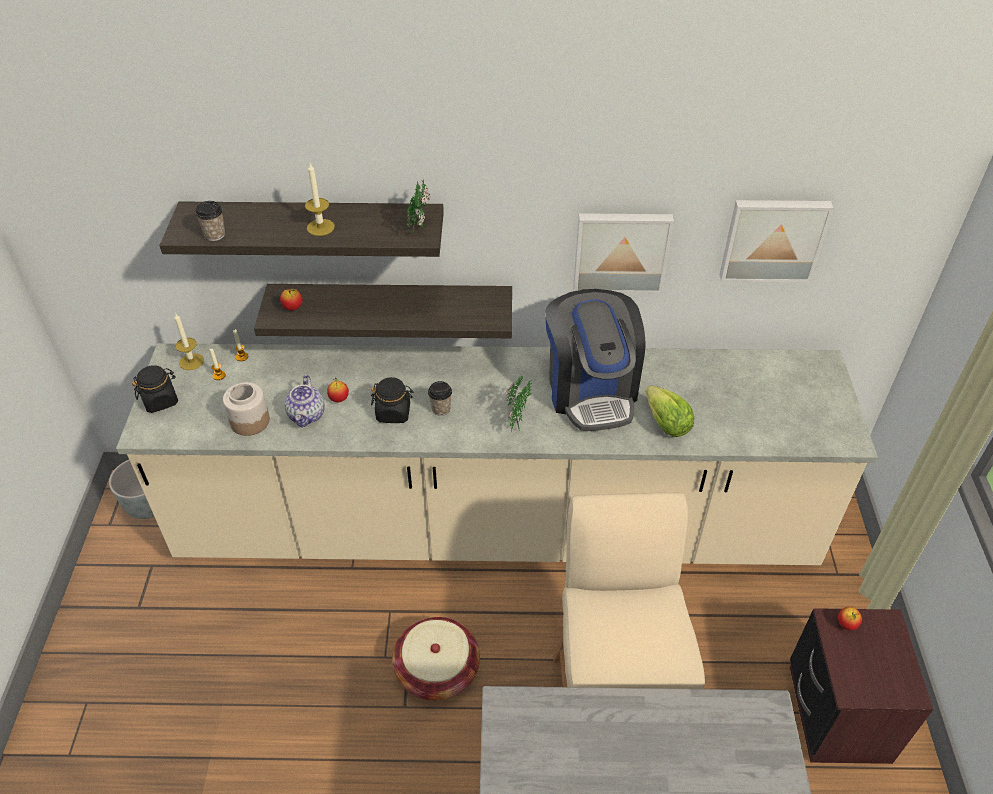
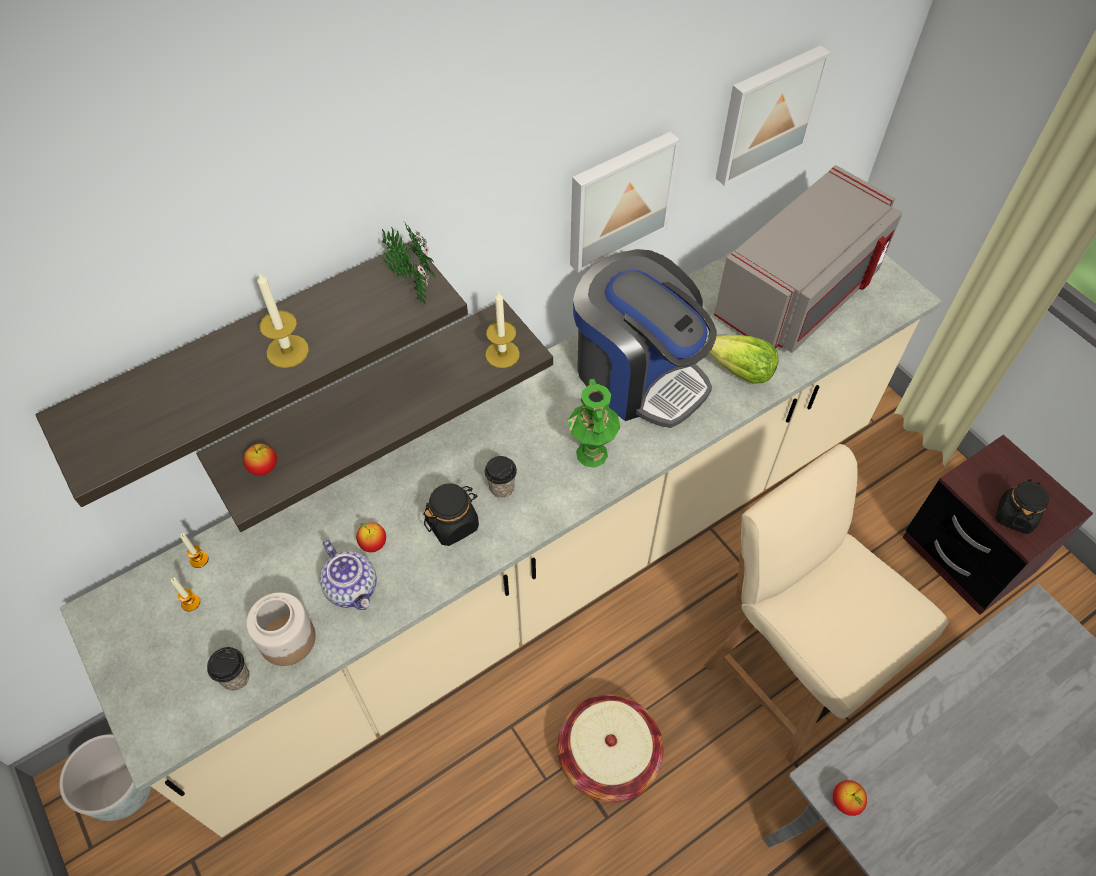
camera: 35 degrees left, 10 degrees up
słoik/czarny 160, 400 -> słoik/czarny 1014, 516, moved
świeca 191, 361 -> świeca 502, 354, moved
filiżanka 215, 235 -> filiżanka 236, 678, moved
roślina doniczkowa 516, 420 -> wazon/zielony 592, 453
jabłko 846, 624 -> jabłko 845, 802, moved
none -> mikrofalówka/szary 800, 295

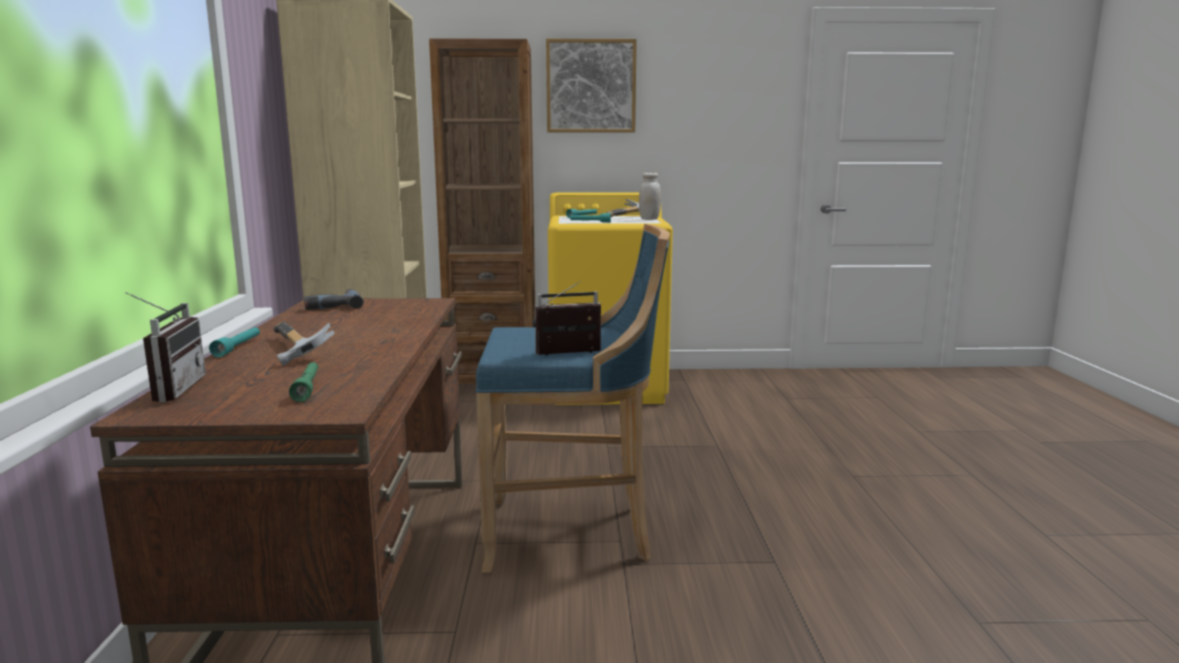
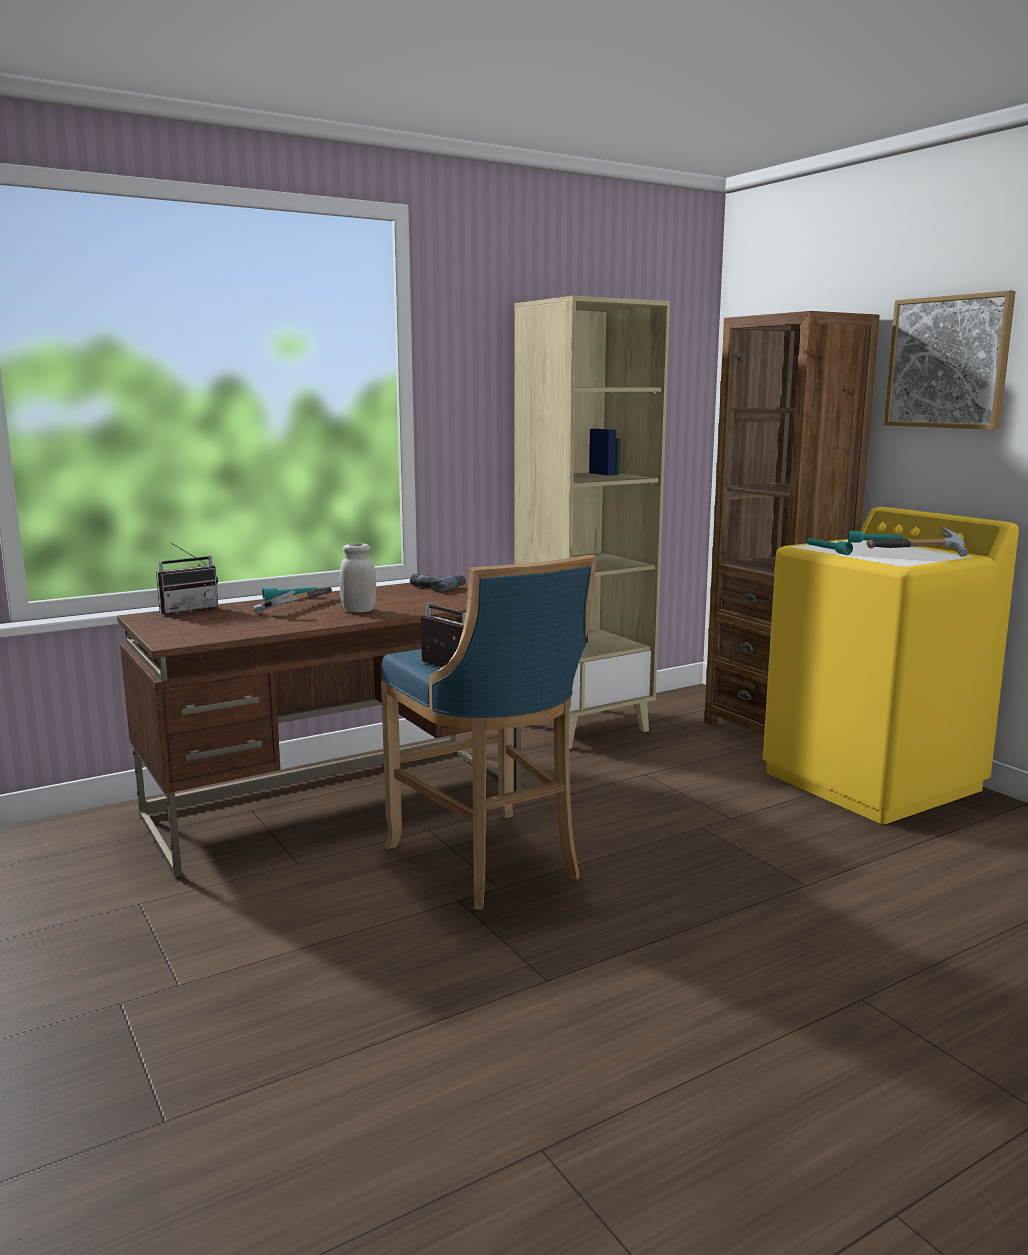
camera: 60 degrees right, 0 degrees up
latarka/zielony 307, 388 -> none
słoik/biały 649, 219 -> słoik/biały 358, 611, moved

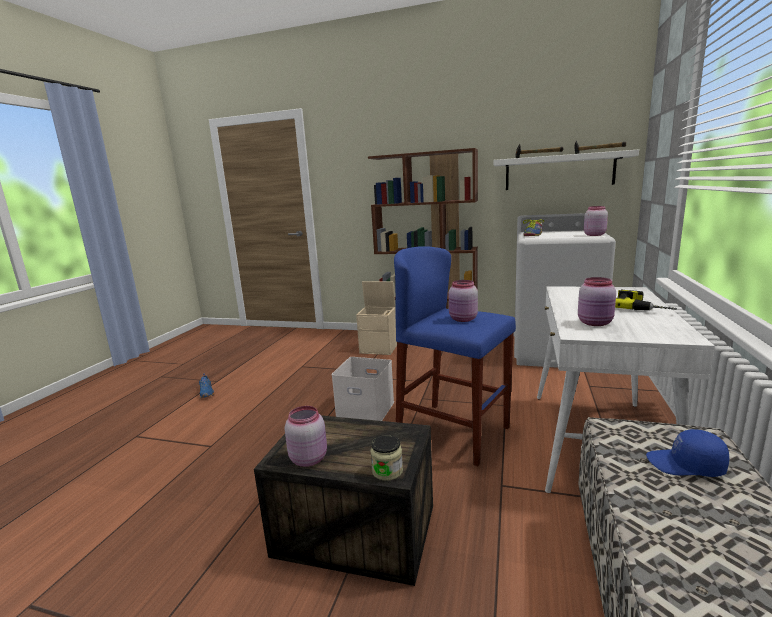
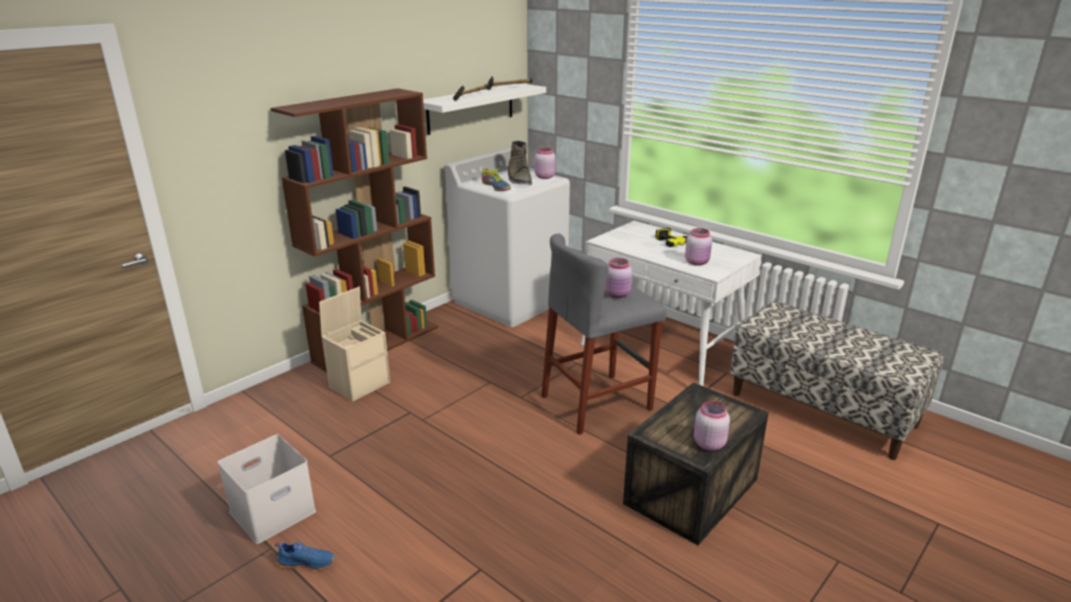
camera: 65 degrees left, 10 degrees up
pojemnik do przechowywania/biały 367, 409 -> pojemnik do przechowywania/biały 273, 510, moved
słoik 387, 471 -> none
stołek/niebieski 453, 432 -> stołek/szary 596, 403
czapka z daszkiem/niebieski 685, 465 -> none
none -> but z cholewką/zielony 519, 180

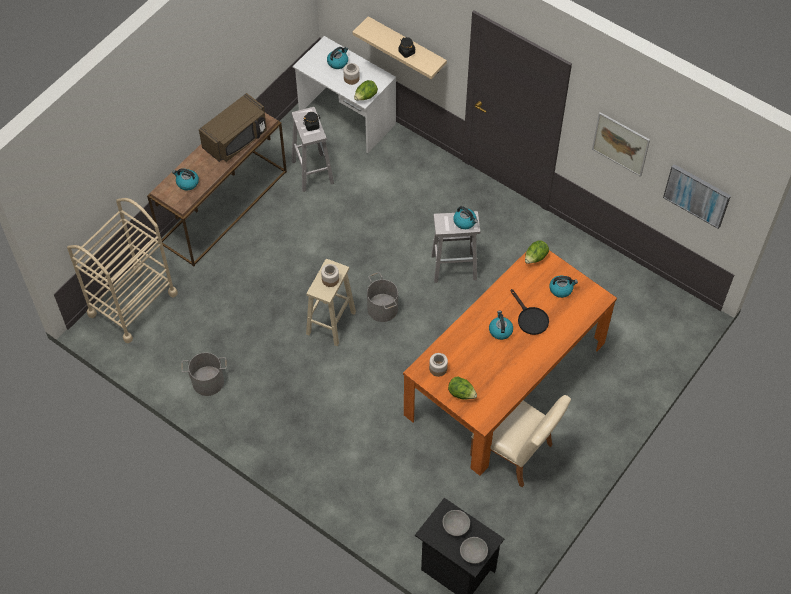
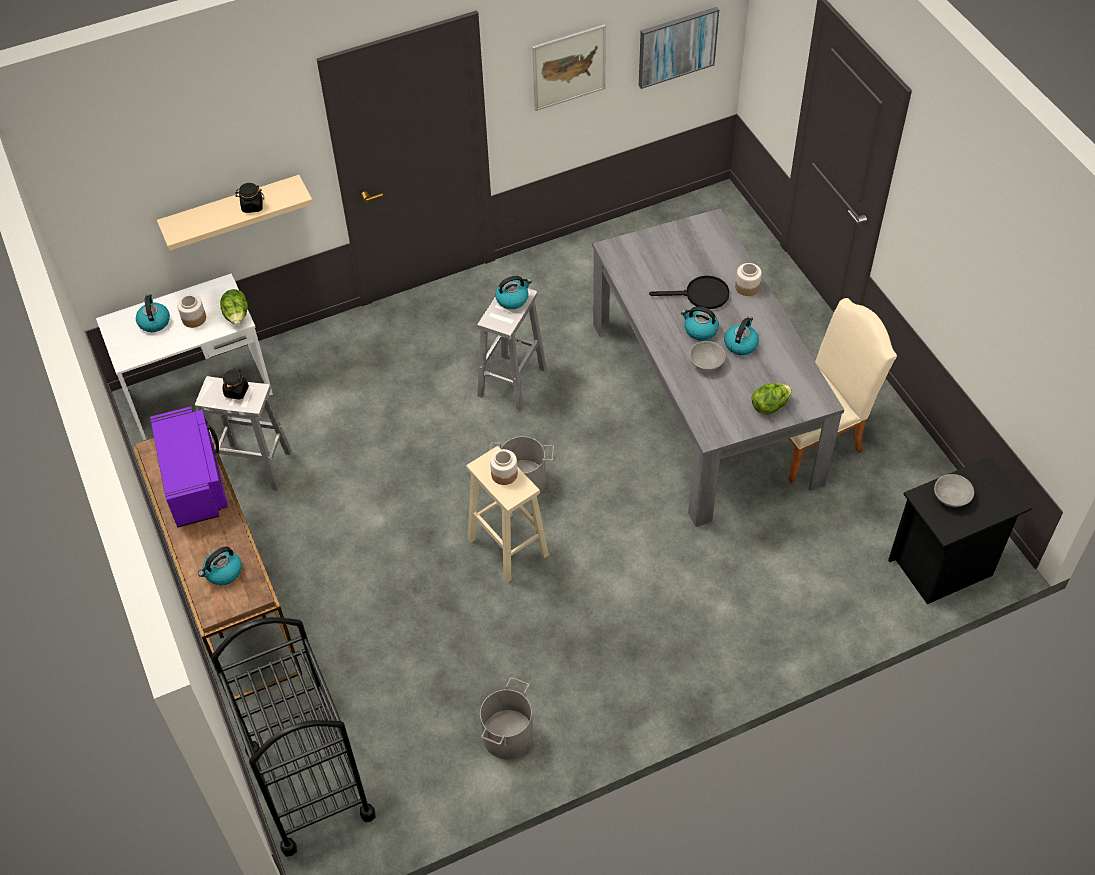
camera: 60 degrees left, 5 degrees down
wózek/beżowy 132, 304 -> wózek/czarny 309, 783
mikrofalówka/brązowy 236, 139 -> mikrofalówka/fioletowy 195, 481
stół jadalny/pomarańczowy 505, 378 -> stół jadalny/szary 704, 401
słoik 438, 368 -> słoik 747, 287, moved
miska/szary 473, 553 -> miska/szary 706, 362, moved
sałata 535, 258 -> none
czajnik 561, 289 -> czajnik 740, 344, moved

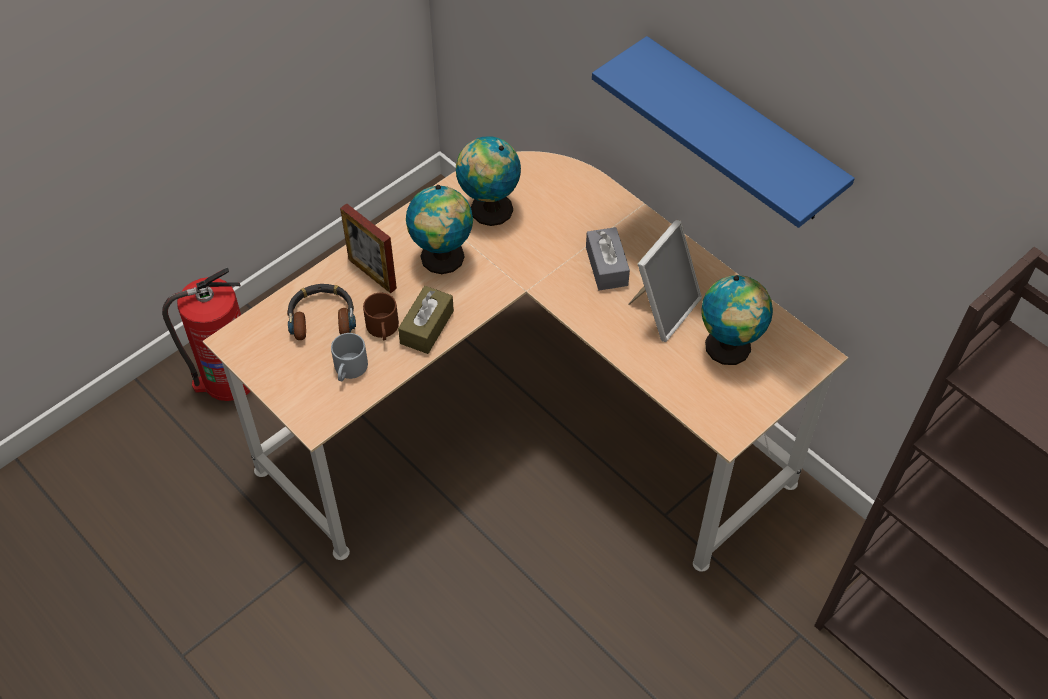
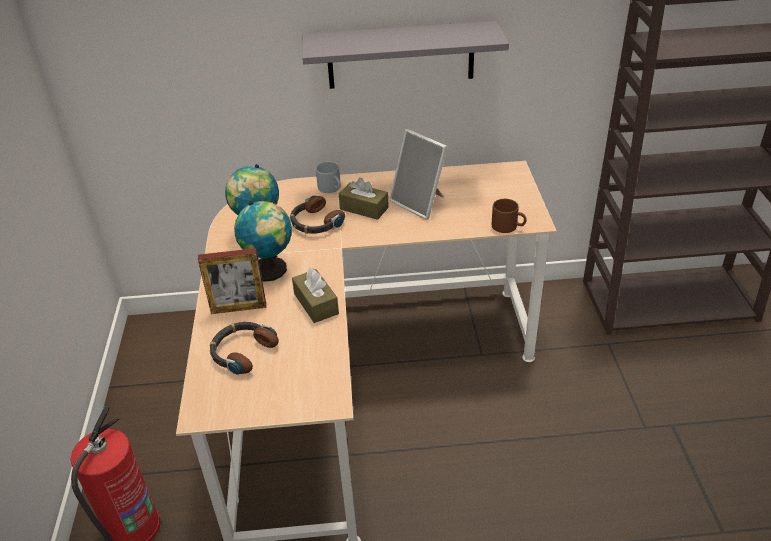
camera: 50 degrees left, 15 degrees down
kubek/szary 349, 370 -> kubek/szary 332, 188, moved
kubek/brązowy 383, 329 -> kubek/brązowy 508, 226, moved
pudełko chusteczek/szary 606, 266 -> pudełko chusteczek/brązowy 364, 208
półka/niebieski 741, 133 -> półka/szary 400, 55
ramka na zdjęcie 662, 308 -> ramka na zdjęcie 420, 203, 150 degrees clockwise
globus 729, 349 -> none
none -> słuchawki 315, 223

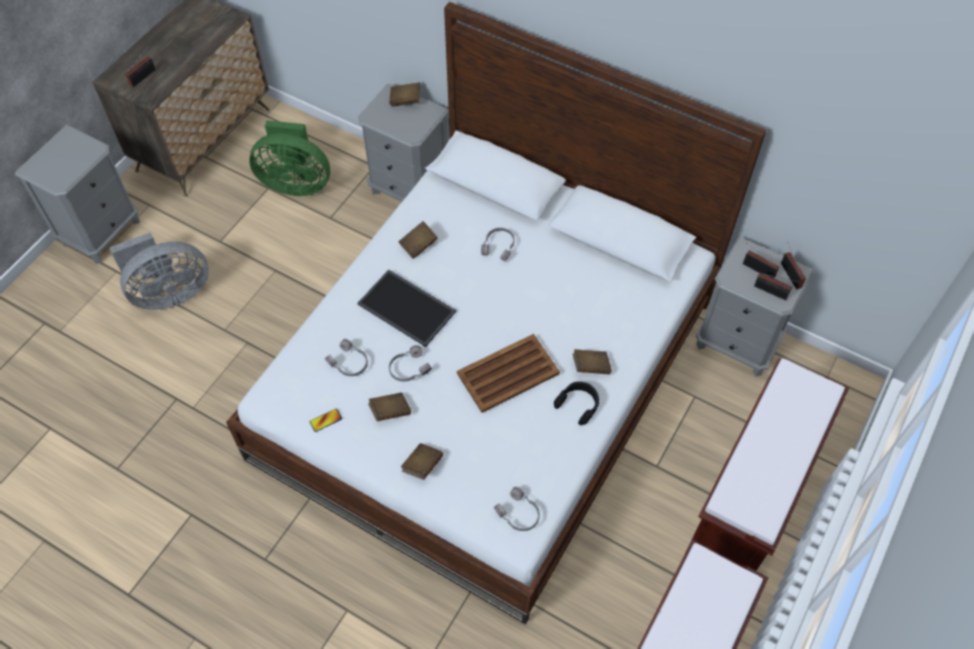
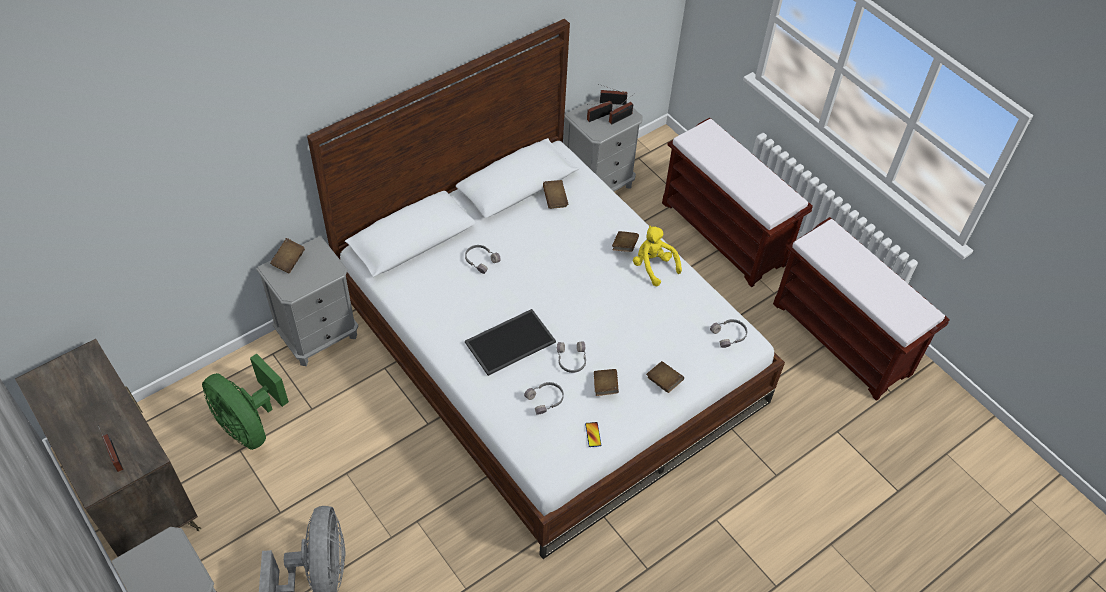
camera: 70 degrees left, 5 degrees down
wentylator/zielony 295, 183 -> wentylator/zielony 249, 424, 105 degrees clockwise
książka/brązowy 418, 245 -> książka/brązowy 555, 199, moved
taca/brązowy 507, 374 -> none
słuchawki/czarny 578, 404 -> pluszak/żółty 653, 266

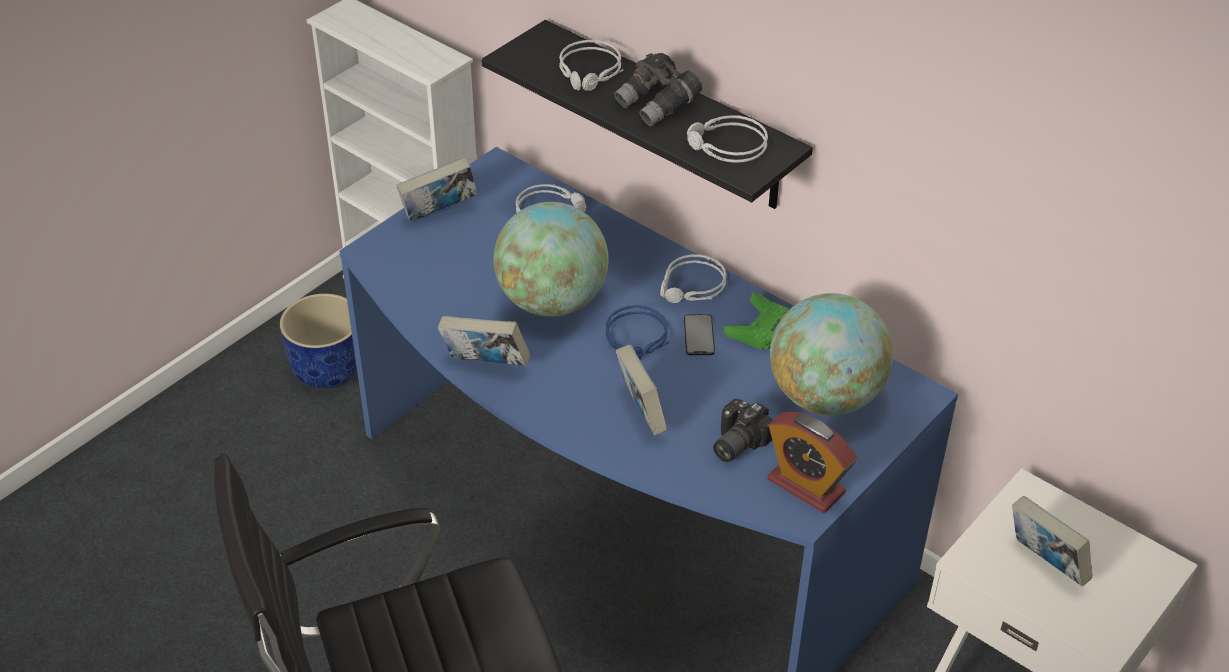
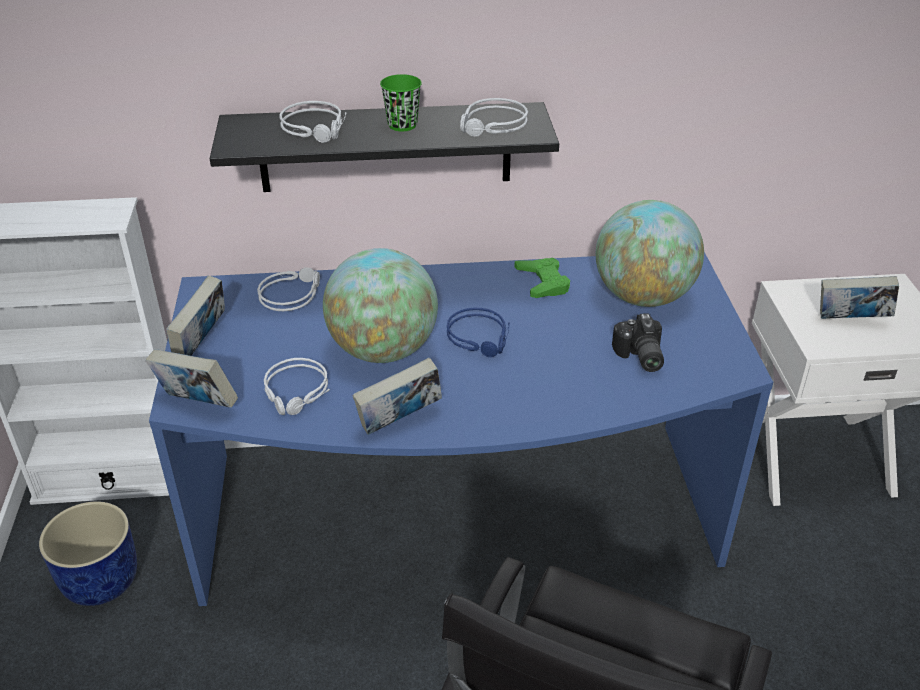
camera: 45 degrees left, 5 degrees down
lornetka/szary 658, 105 -> filiżanka/zielony 402, 125
książka 640, 413 -> książka 197, 404, moved
słuchawki/szary 692, 287 -> słuchawki/szary 297, 393, moved
telefon 699, 335 -> none
budzik 806, 486 -> none

